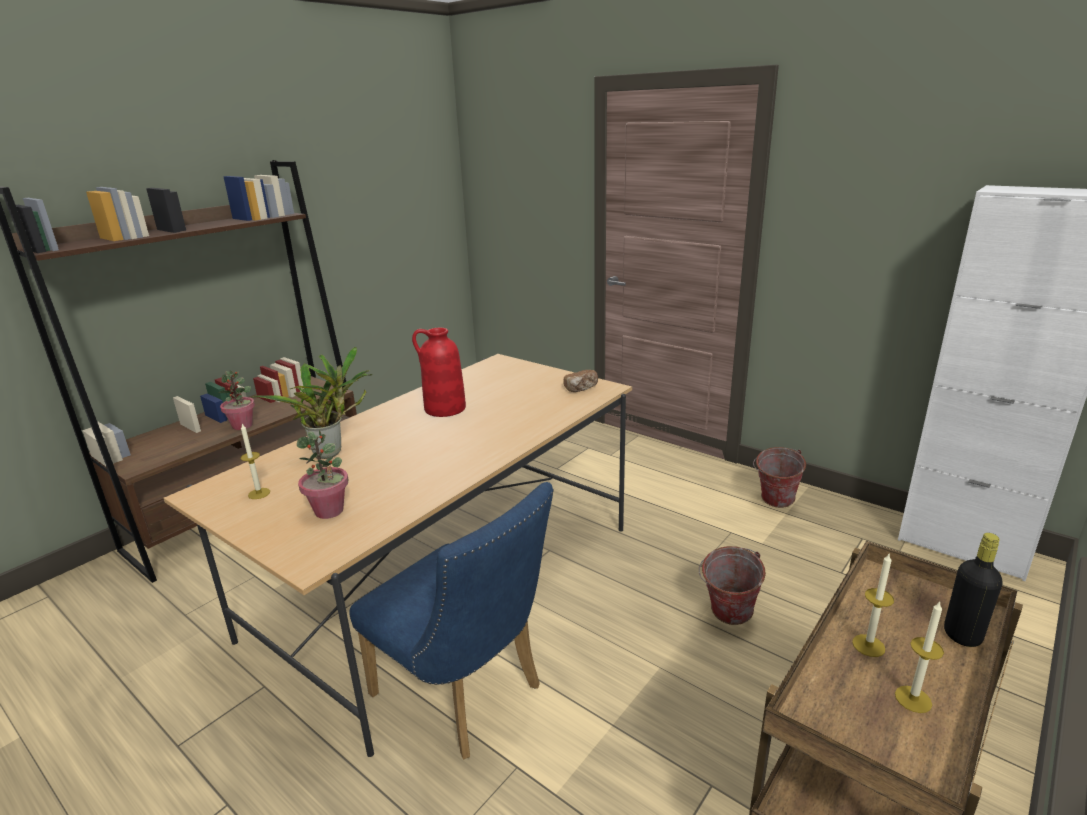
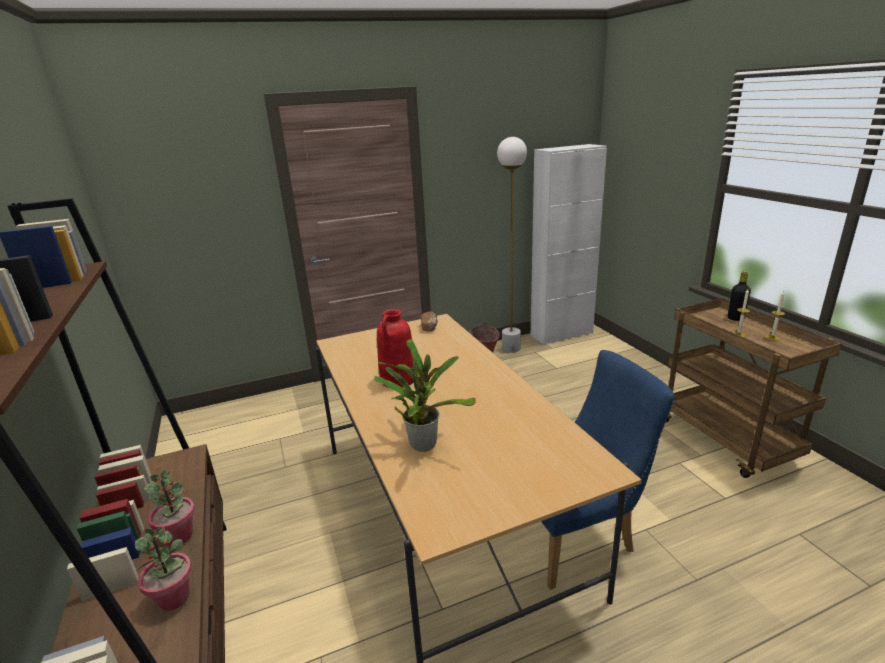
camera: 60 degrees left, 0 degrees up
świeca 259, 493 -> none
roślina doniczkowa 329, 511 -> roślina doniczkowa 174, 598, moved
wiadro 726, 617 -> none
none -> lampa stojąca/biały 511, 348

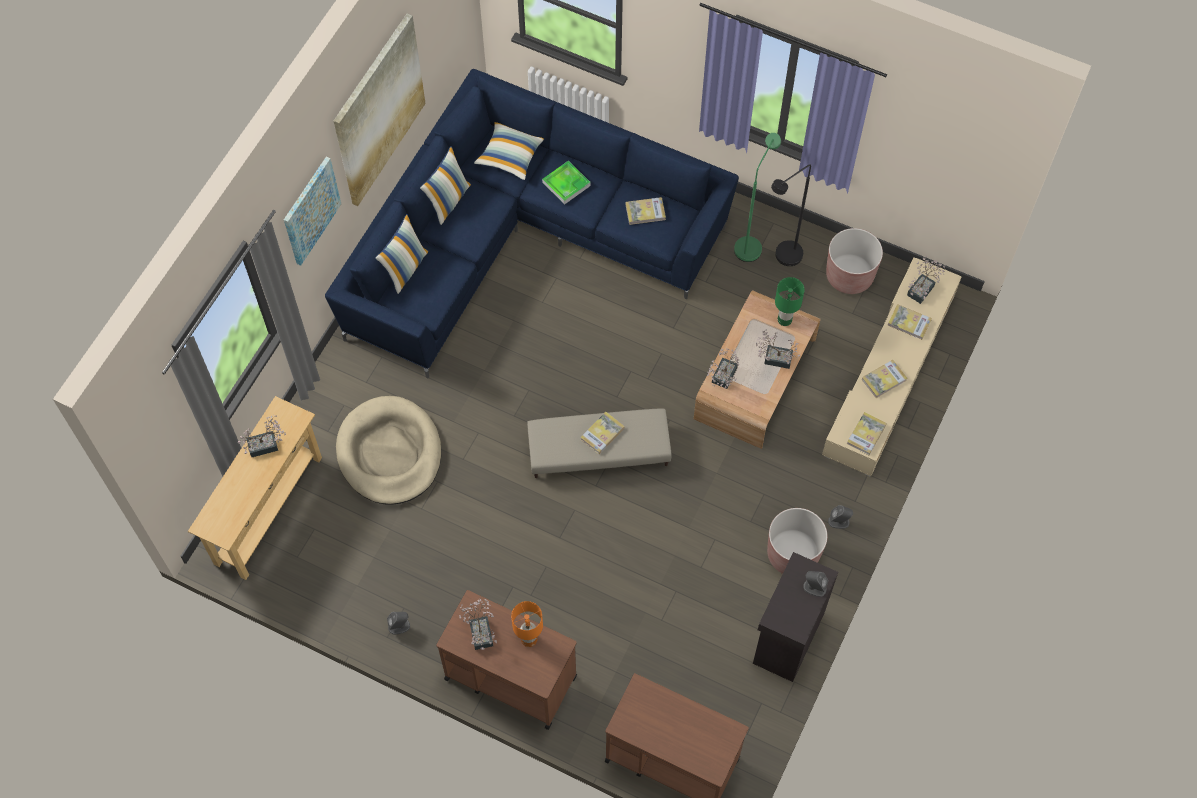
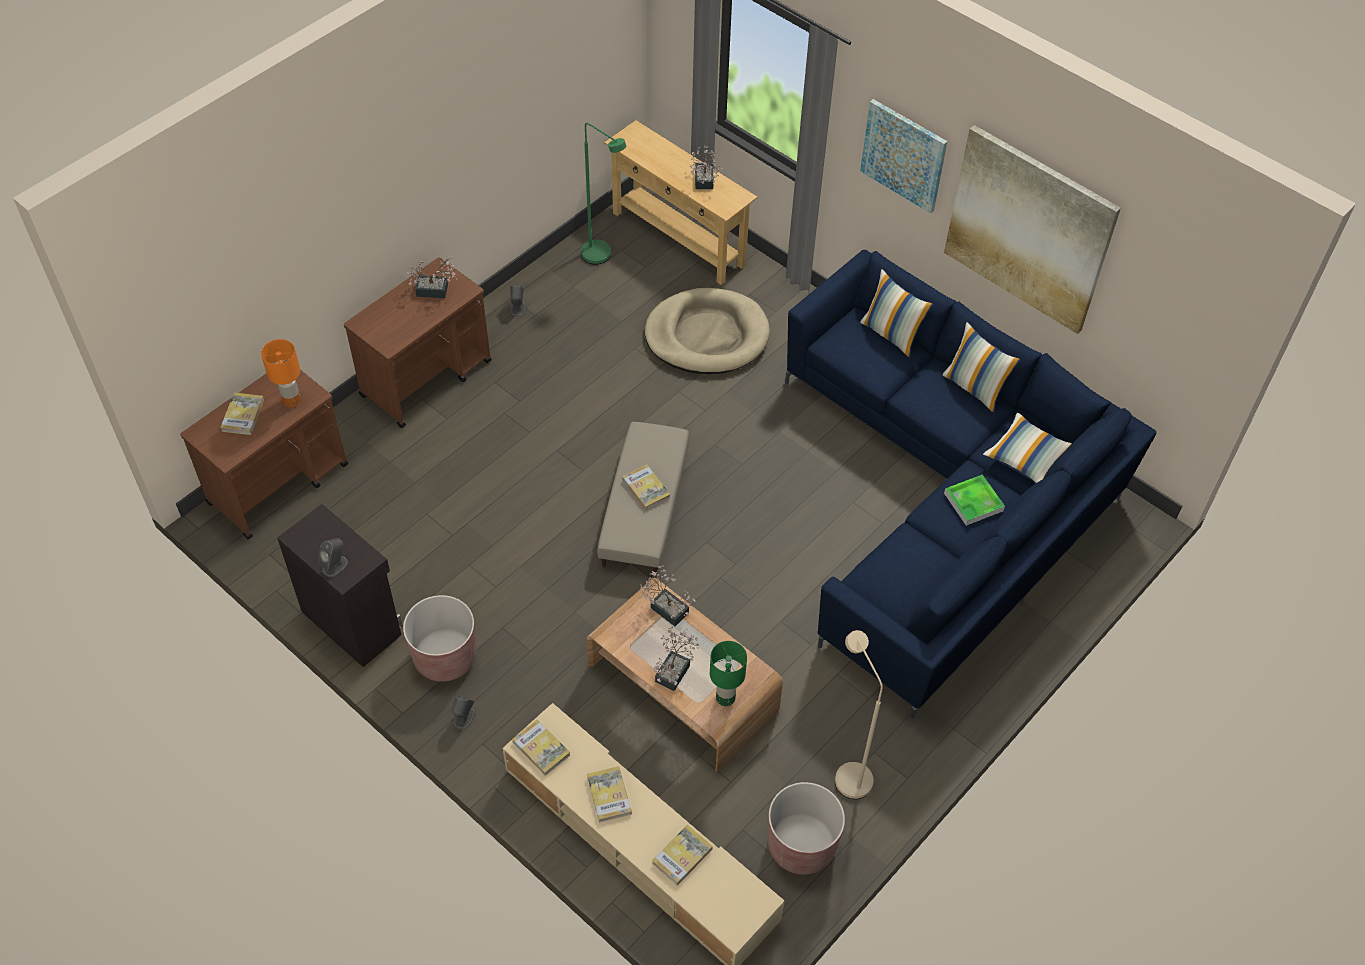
camera: 105 degrees right, 10 degrees down
lampa stołowa/pomarańczowy 529, 639 -> lampa stołowa/pomarańczowy 291, 401, moved
książka 645, 212 -> książka 243, 415, moved
lampa stojąca/zielony 751, 244 -> lampa stojąca/zielony 602, 258, moved
lampa stojąca/czarny 783, 258 -> lampa stojąca/beżowy 848, 772
roślina doniczkowa 922, 288 -> none

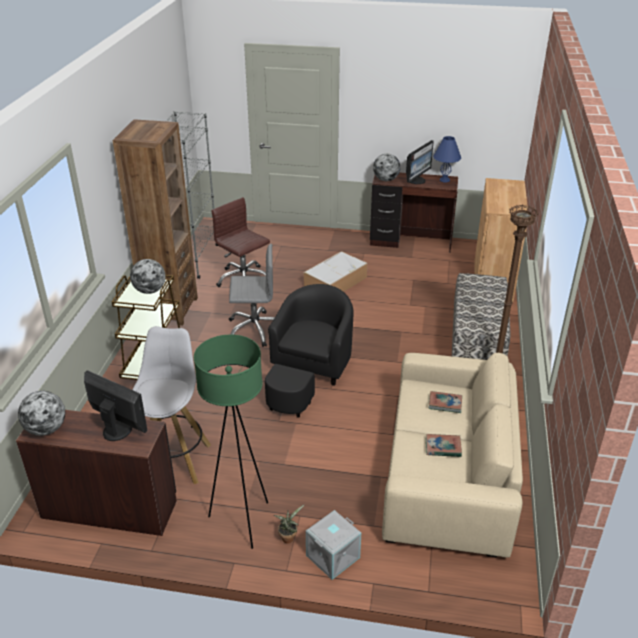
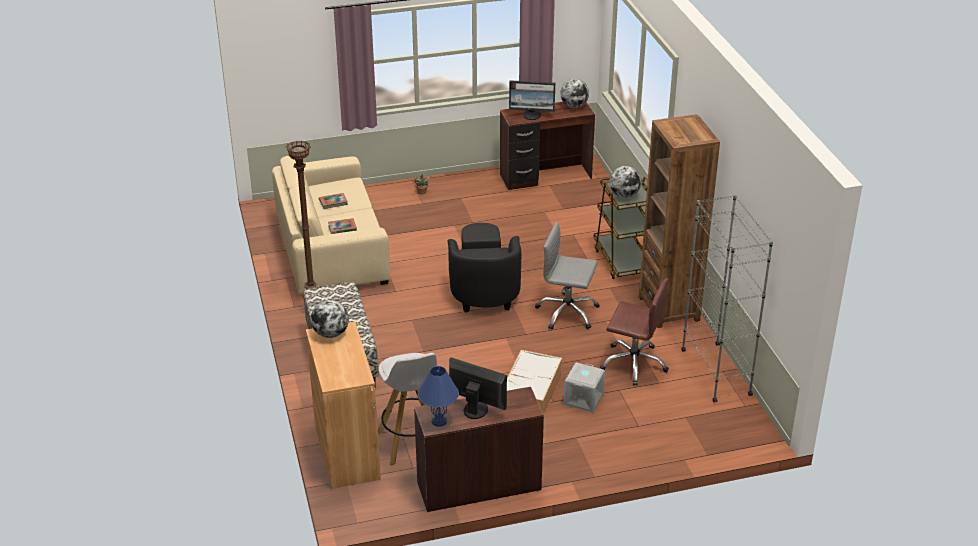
camera: 155 degrees right, 0 degrees up
stołek/biały 175, 460 -> stołek/biały 412, 443, moved
lampa stojąca/zielony 242, 521 -> none
krzesło biurowe/szary 255, 329 -> krzesło biurowe/szary 567, 313, 45 degrees clockwise
pojemnik do przechowywania/szary 332, 555 -> pojemnik do przechowywania/szary 584, 399, moved
globus 386, 180 -> globus 330, 334, moved
monitor 417, 180 -> monitor 476, 409, 105 degrees clockwise

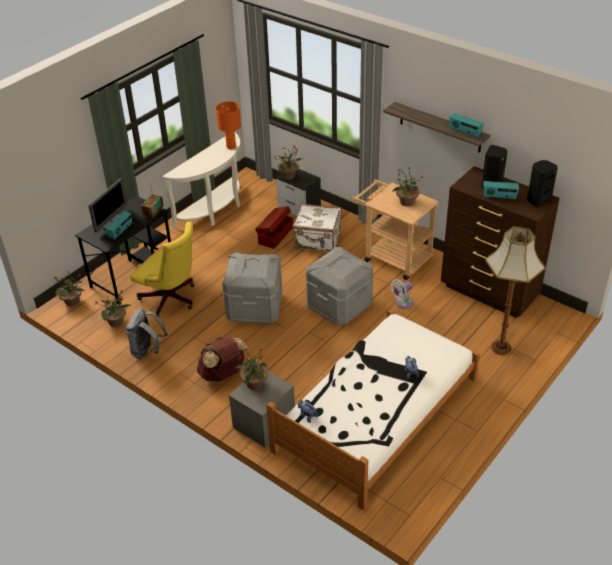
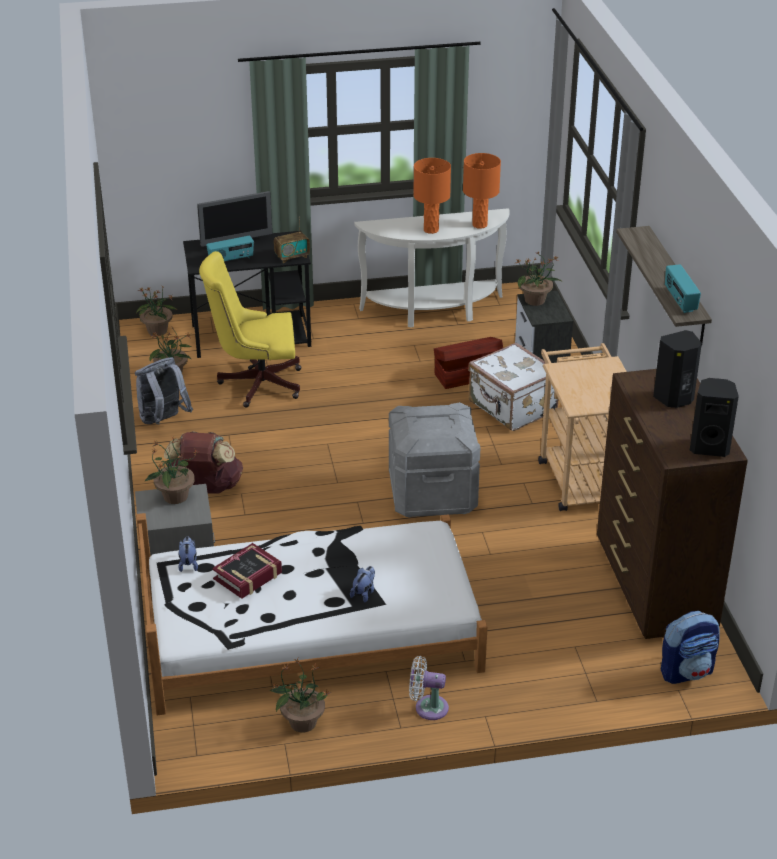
camera: 40 degrees right, 5 degrees down
krzesło biurowe/żółty 171, 300 -> krzesło biurowe/żółty 256, 383, 105 degrees clockwise
pojemnik do przechowywania/szary 254, 308 -> none
wentylator/biały 402, 303 -> wentylator/biały 427, 707, moved
roślina doniczkowa 406, 202 -> roślina doniczkowa 302, 722, moved
radio 499, 197 -> none
lampa stojąca 500, 347 -> none
none -> książka 248, 576
none -> lampa stołowa/pomarańczowy 431, 230
none -> plecak 687, 671

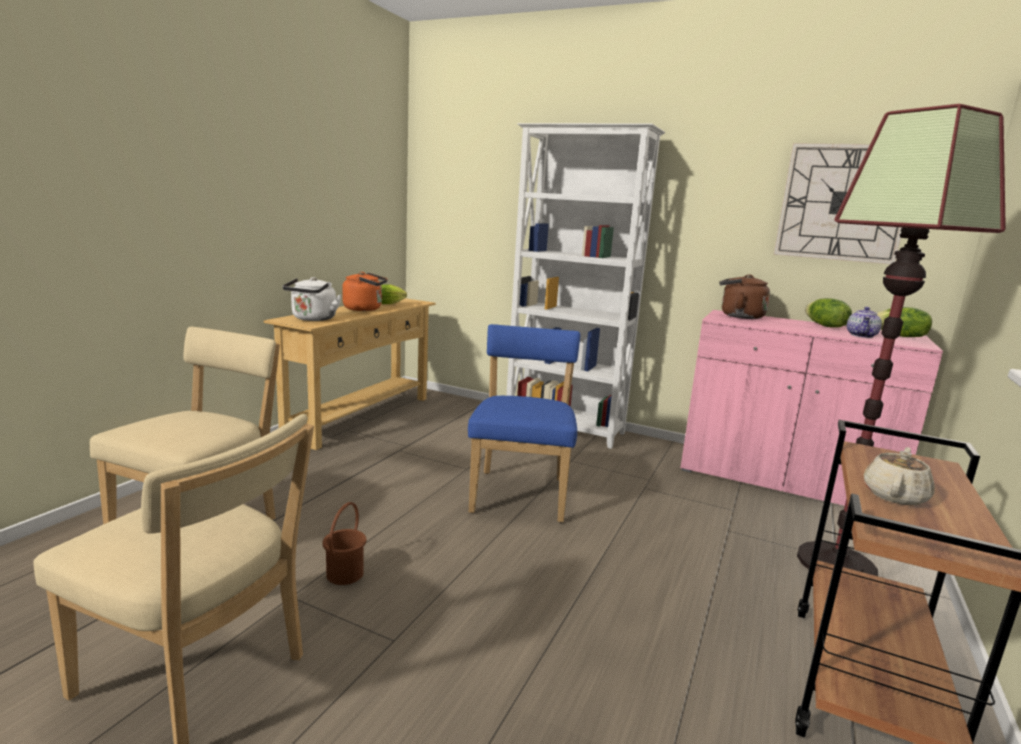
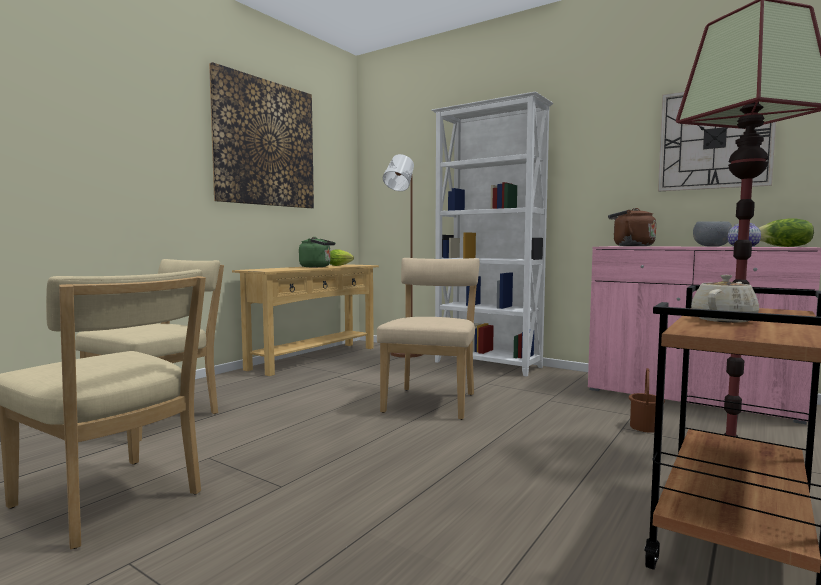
camera: 10 degrees right, 10 degrees down
czajnik/biały 313, 319 -> none
wiadro/brązowy 344, 574 -> wiadro/brązowy 644, 427, moved
czajnik/pomarańczowy 365, 309 -> czajnik/zielony 317, 267
krzesło/niebieski 520, 492 -> krzesło/beżowy 432, 401
sałata 824, 326 -> miska/szary 711, 246
none -> obraz 265, 143
none -> lampa stojąca/brązowy 403, 355

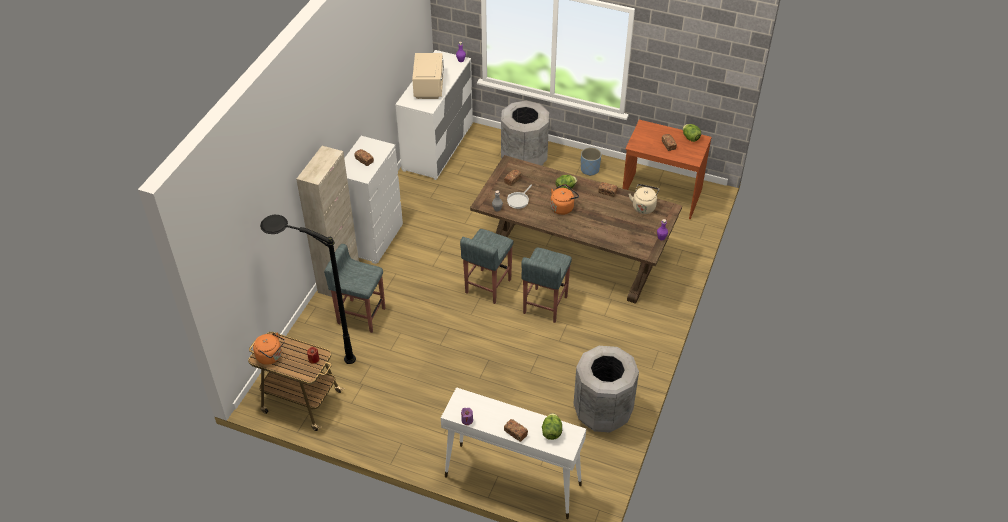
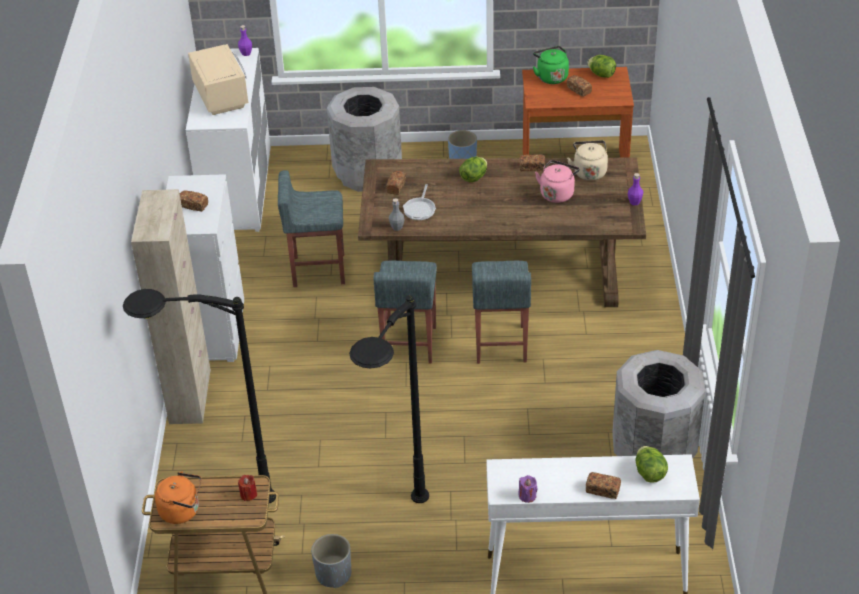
camera: 20 degrees left, 5 degrees down
stołek/szary 360, 315 -> stołek/szary 317, 270, moved
czajnik/pomarańczowy 563, 207 -> none
none -> donica/szary 333, 574
none -> lampa stojąca/czarny 396, 538
none -> czajnik/zielony 551, 77
none -> czajnik/różowy 557, 193

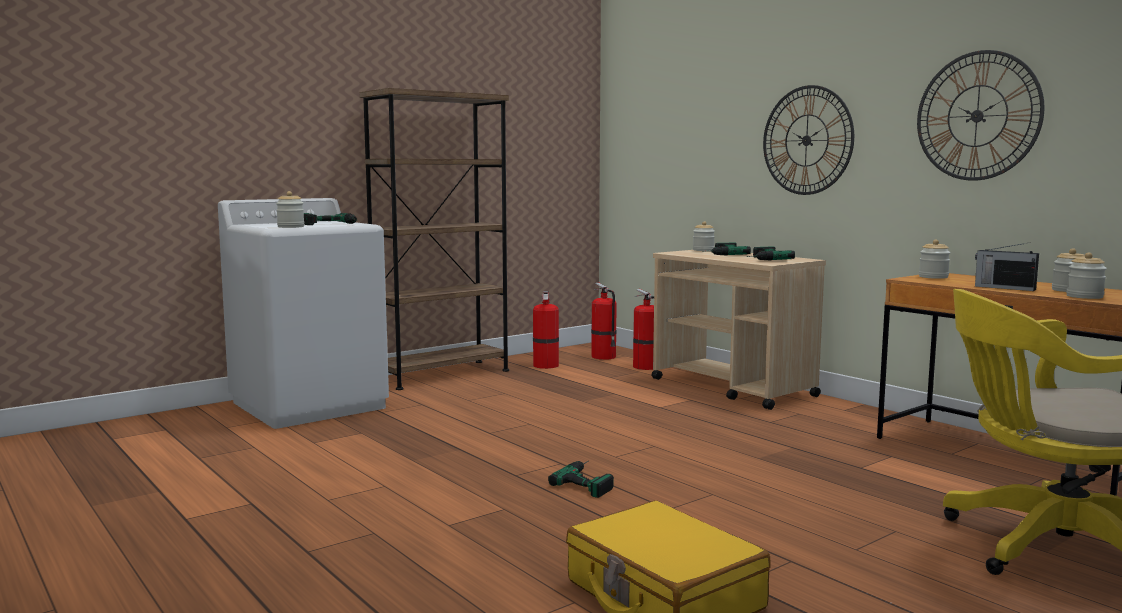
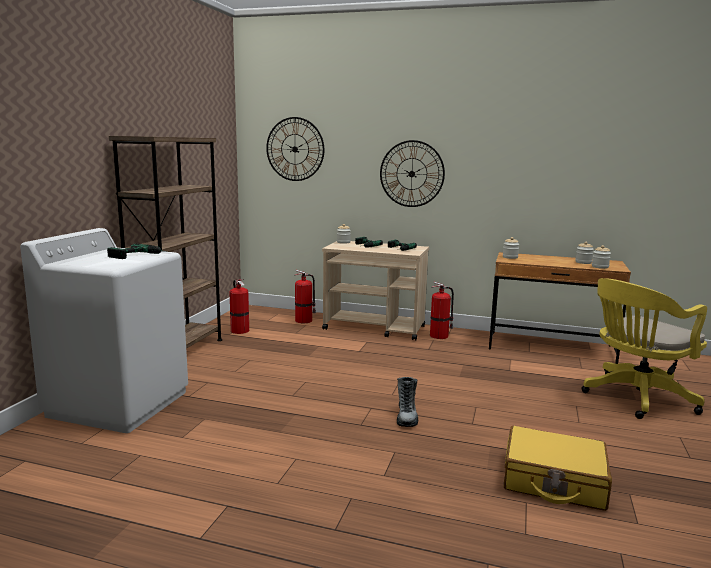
camera: 35 degrees left, 5 degrees up
słoik 291, 227 -> none
wiertarka 589, 481 -> but z cholewką 406, 416
gaśnica 604, 357 -> gaśnica 440, 336, moved
zegar ścienny 977, 116 -> zegar ścienny 295, 149, moved
radio 1003, 288 -> none

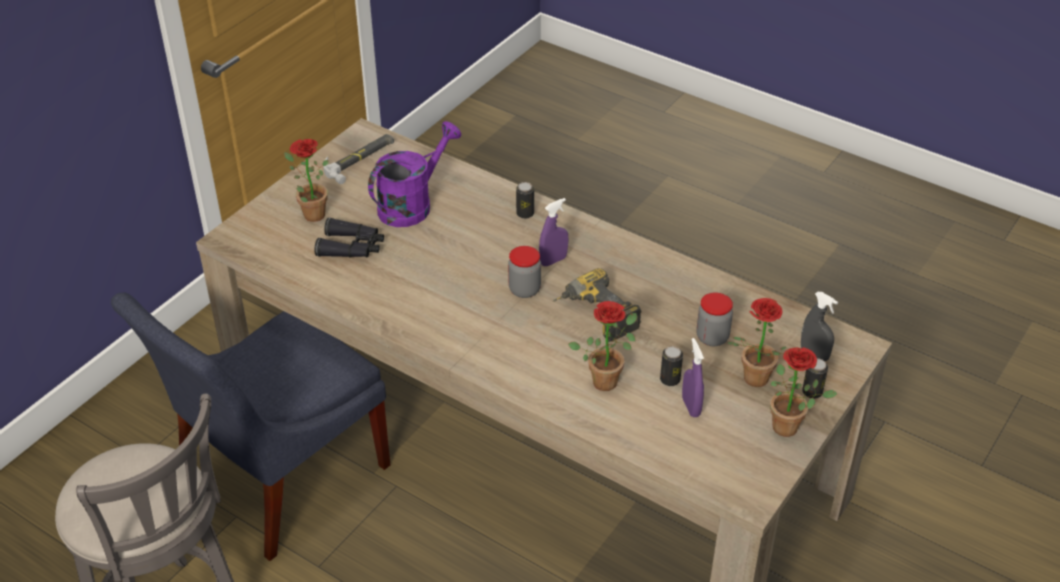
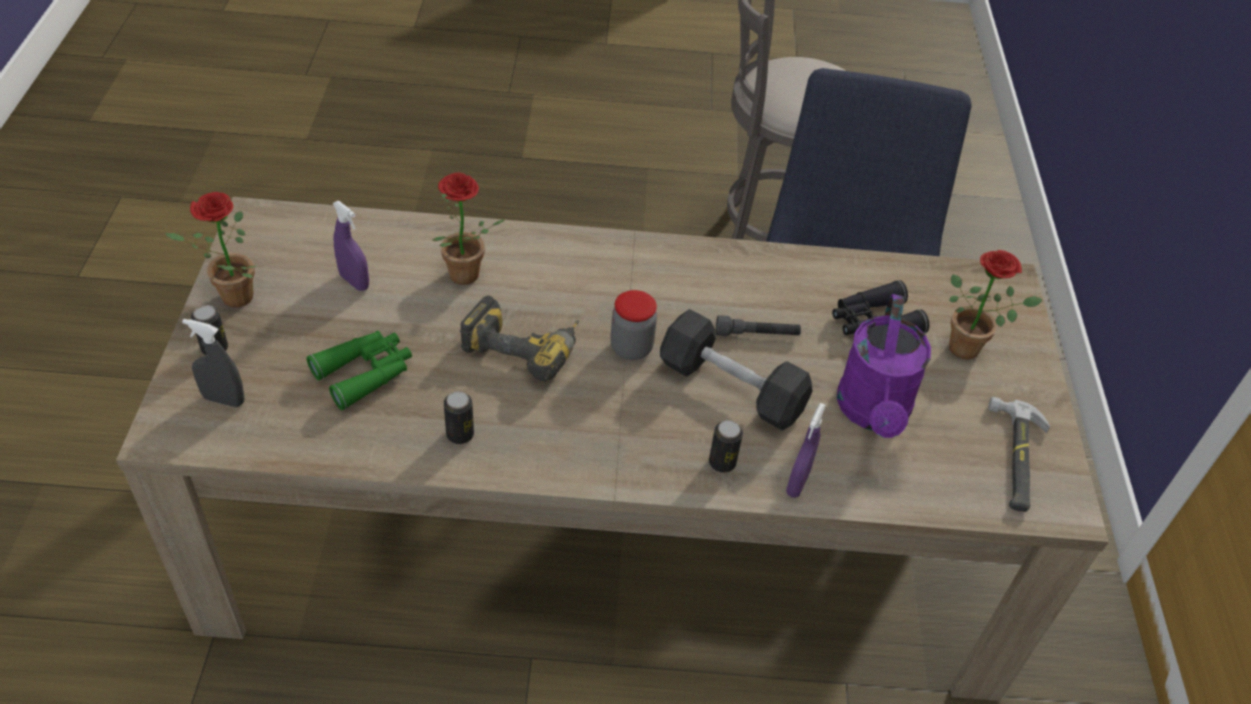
camera: 145 degrees right, 5 degrees up
spryskiwacz/fioletowy 553, 260 -> spryskiwacz/fioletowy 797, 483, moved
puszka 670, 380 -> puszka 460, 434, moved
słoik 712, 337 -> lornetka/zielony 365, 373
roślina doniczkowa 752, 381 -> none
none -> hantel/szary 731, 387
none -> latarka/szary 757, 334

